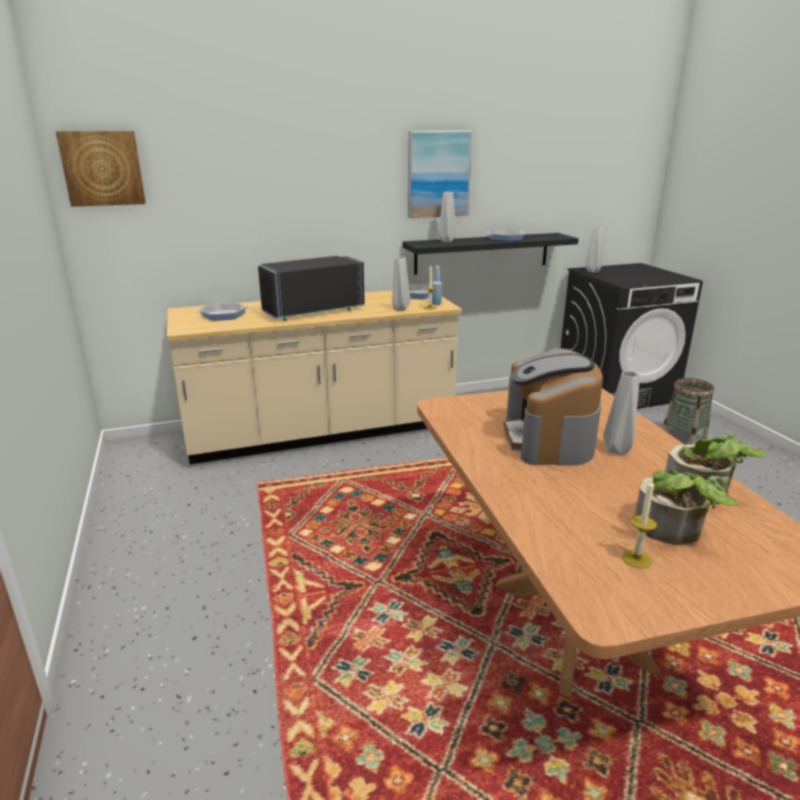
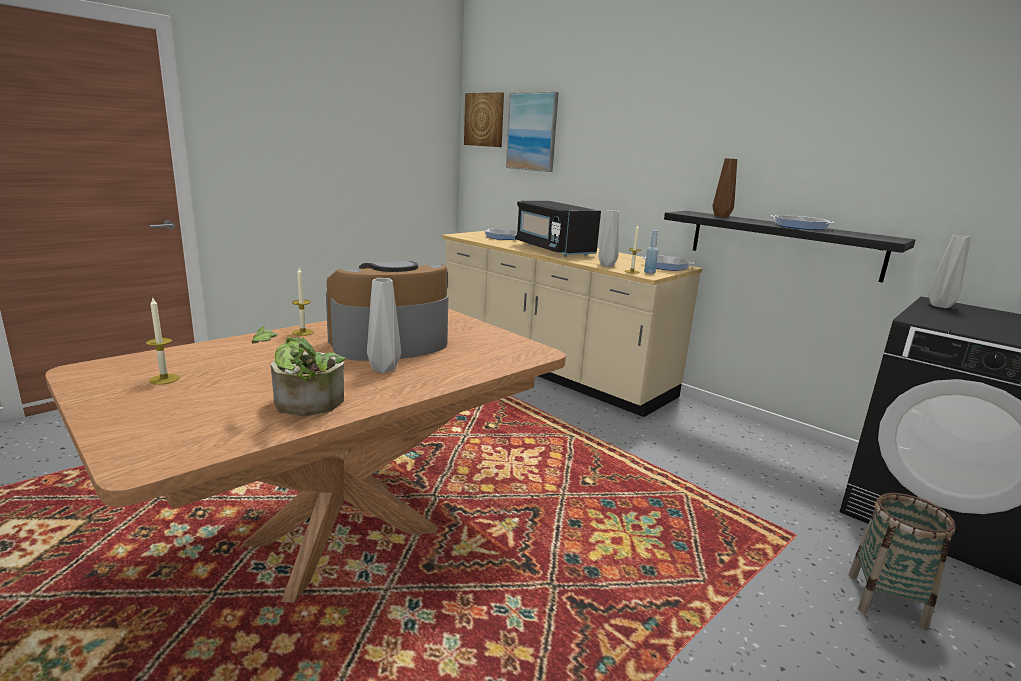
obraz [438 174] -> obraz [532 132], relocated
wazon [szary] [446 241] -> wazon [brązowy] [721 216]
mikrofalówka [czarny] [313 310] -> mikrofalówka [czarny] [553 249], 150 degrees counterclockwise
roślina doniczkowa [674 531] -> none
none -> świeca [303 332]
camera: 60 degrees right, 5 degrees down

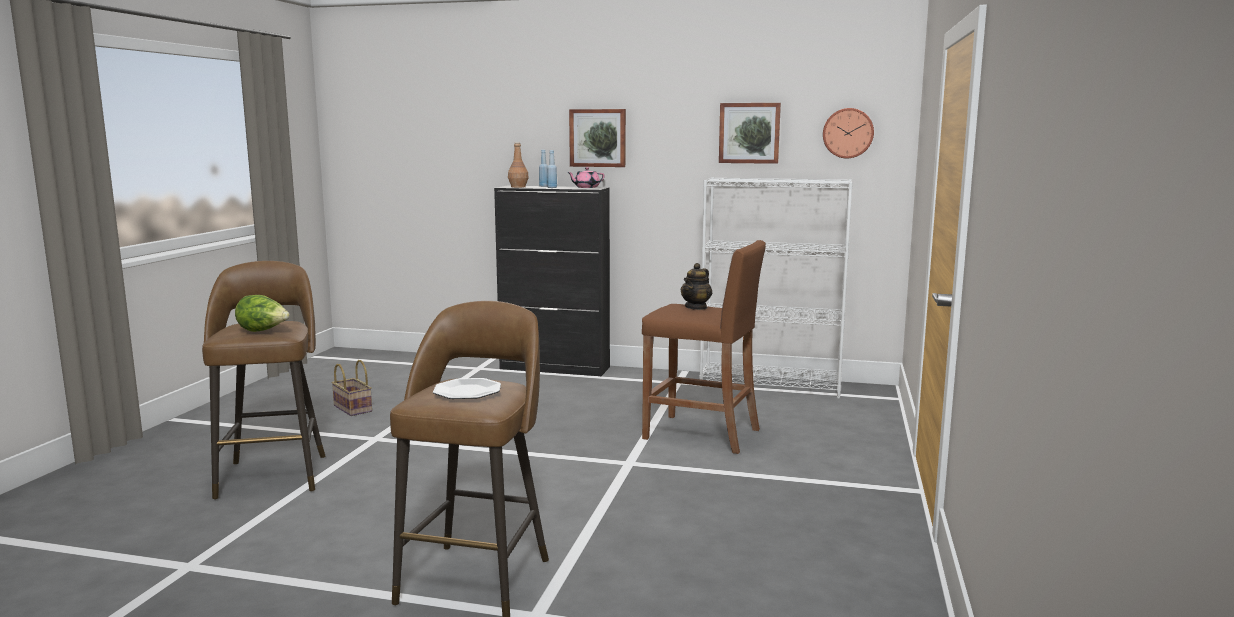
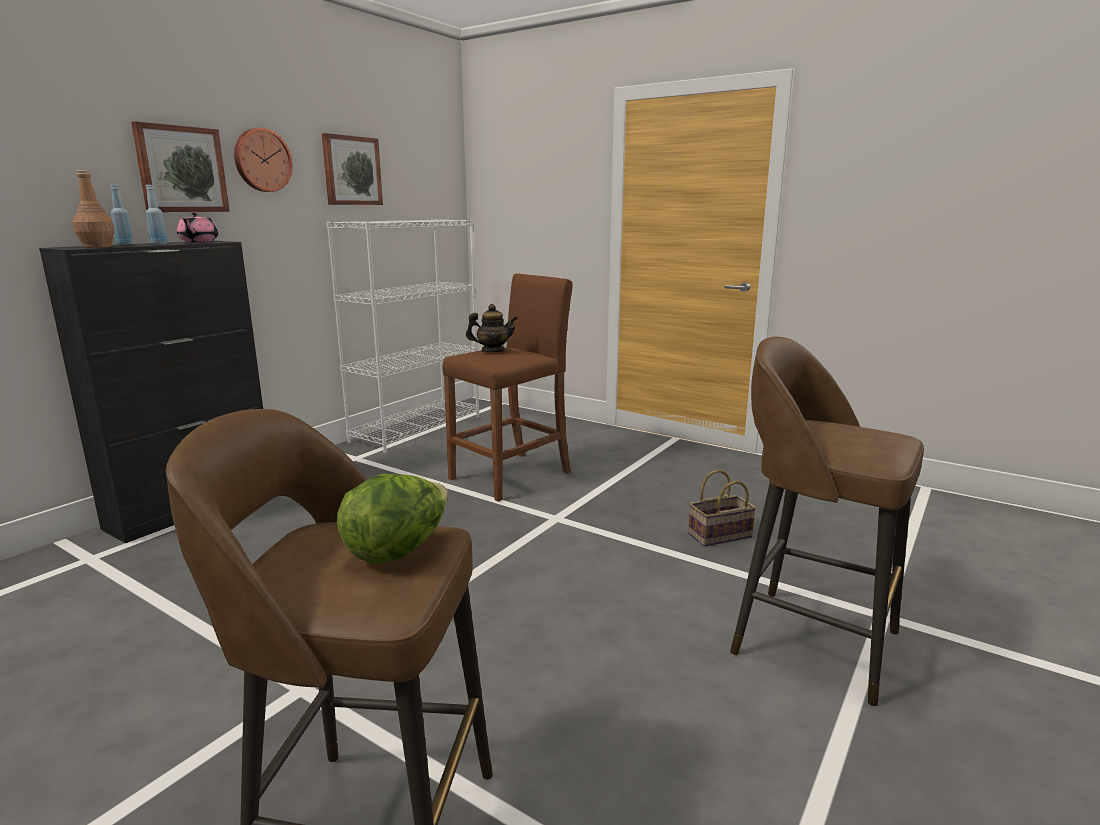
zegar ścienny [848 133] -> zegar ścienny [262 160], relocated
imbryk [696 307] -> imbryk [492 351], 60 degrees counterclockwise
koszyk [351 408] -> koszyk [719 536], relocated
talerz [467 391] -> none
camera: 70 degrees left, 5 degrees up

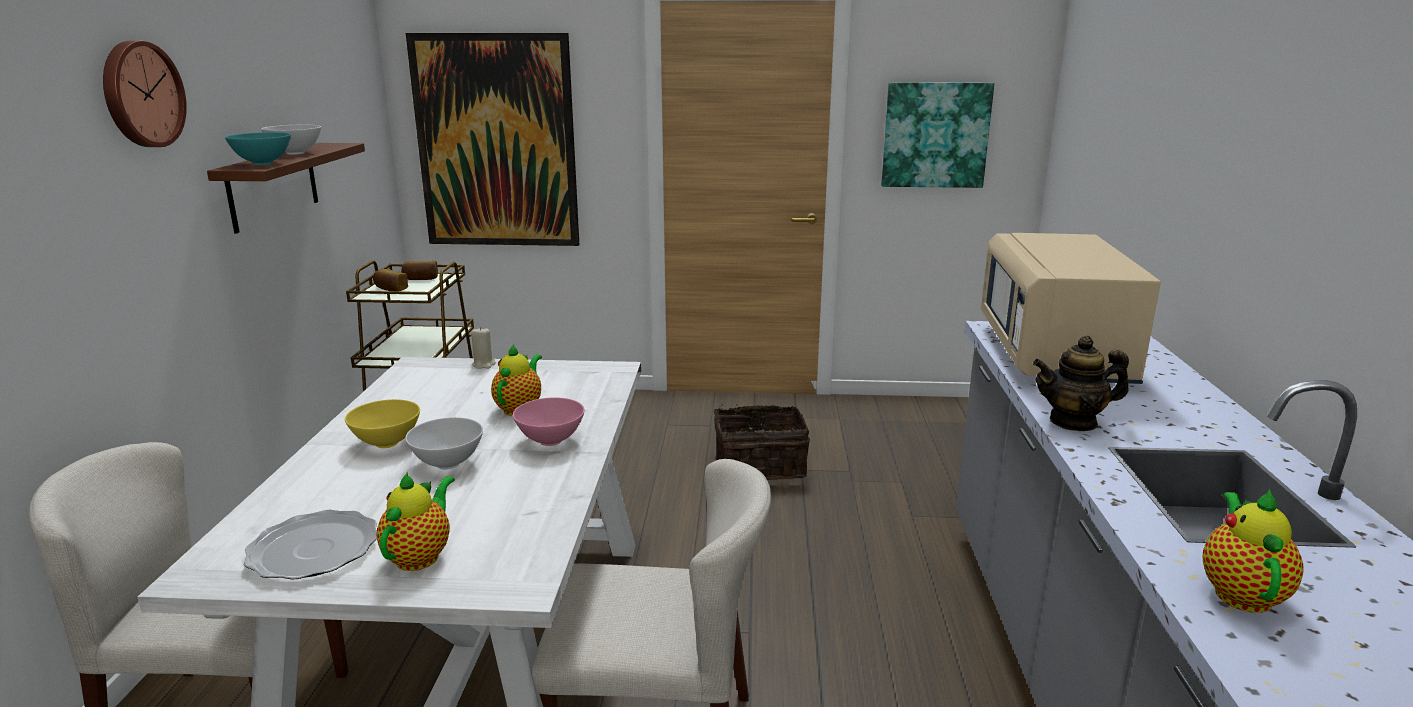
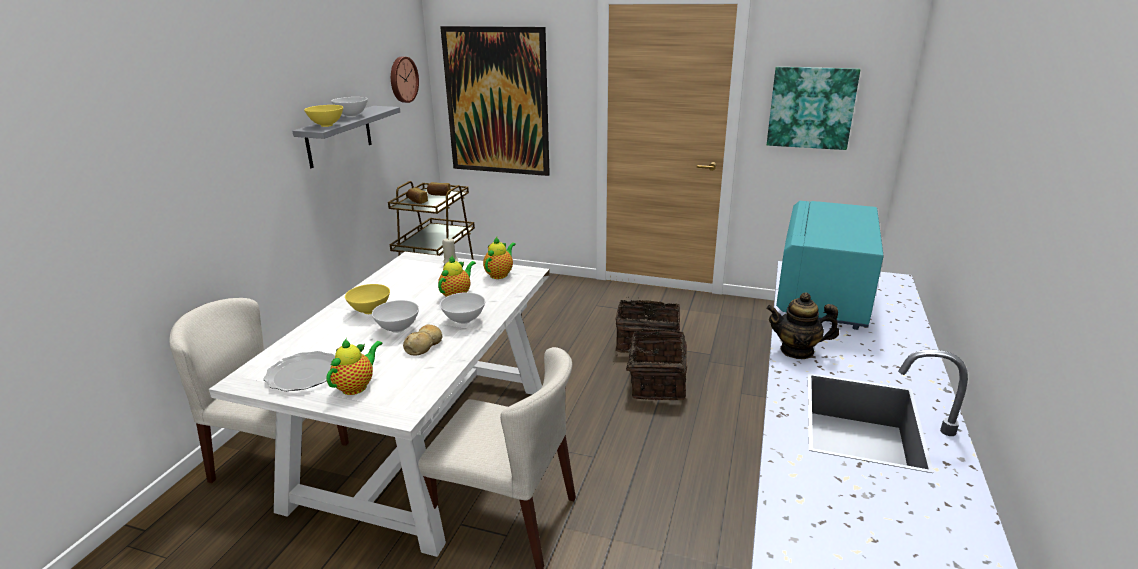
zegar ścienny [140 94] -> zegar ścienny [402 79], relocated
miska [turkusowy] [263 163] -> miska [żółty] [326 125]
półka [brązowy] [273 186] -> półka [szary] [339 136]
mikrofalówka [beżowy] [1054 356] -> mikrofalówka [turkusowy] [823 296]
miska [różowy] [550 441] -> miska [biały] [464 321]
imbryk [1240 592] -> imbryk [500 274], relocated
none -> chleb [424 345]
none -> koszyk [656 382]
camera: 15 degrees right, 5 degrees up

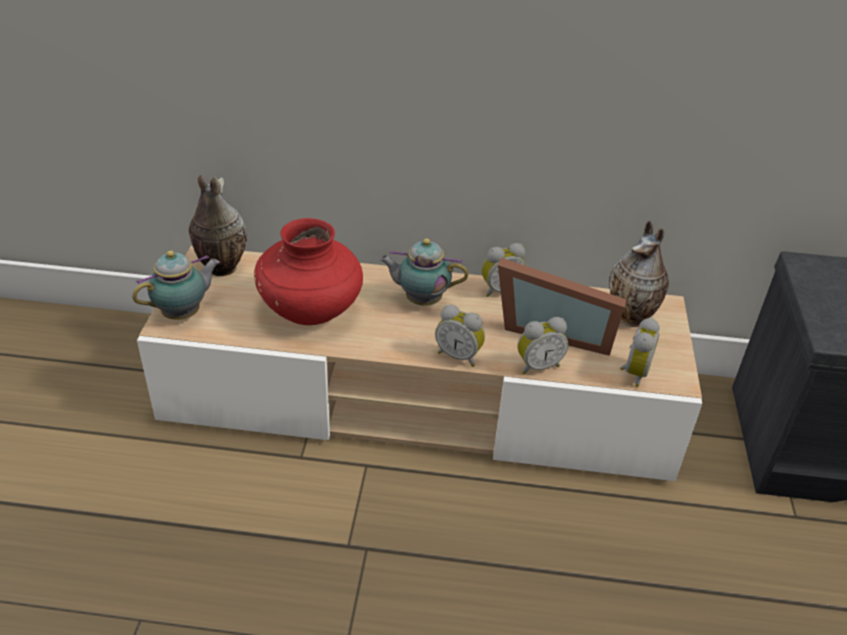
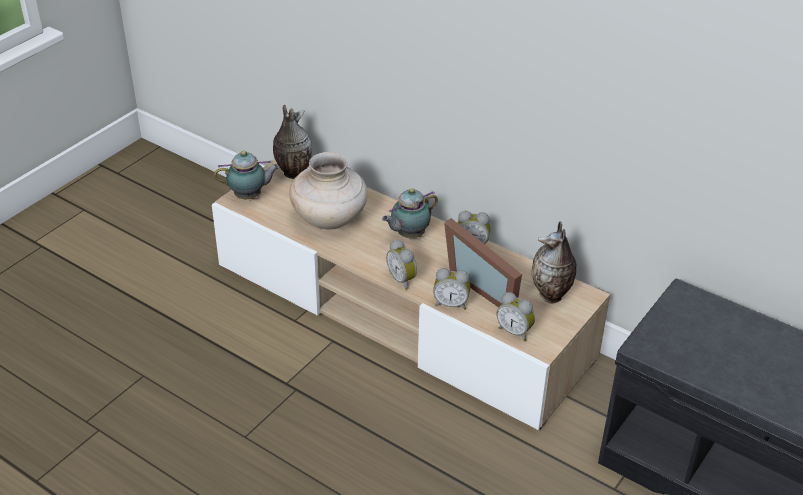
wazon [czerwony] [312 311] -> wazon [beżowy] [330 220]
imbryk [421 300] -> imbryk [409 235], 75 degrees counterclockwise
budzik [633 373] -> budzik [515 331], 75 degrees clockwise
camera: 30 degrees right, 0 degrees up

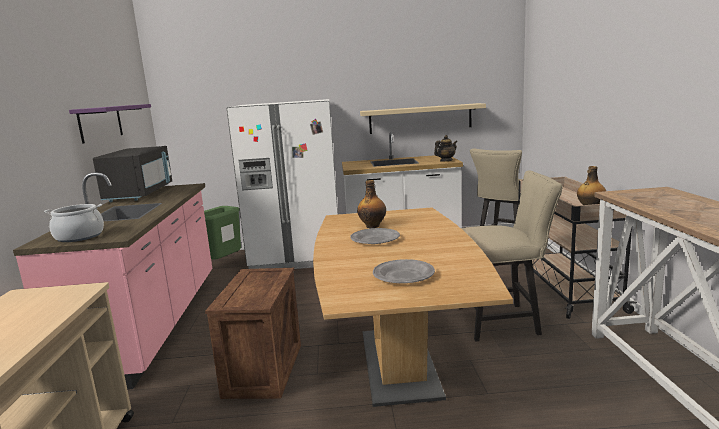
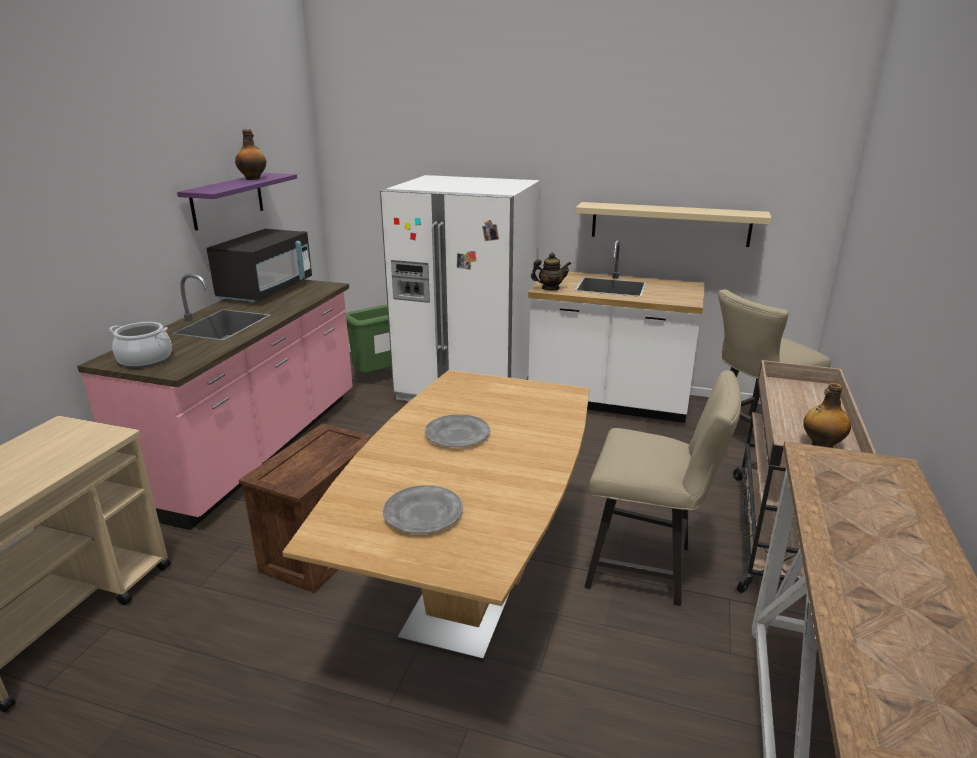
imbryk [446 161] -> imbryk [550 288], relocated
butelka [373 226] -> butelka [253 179], relocated
camera: 20 degrees right, 10 degrees up

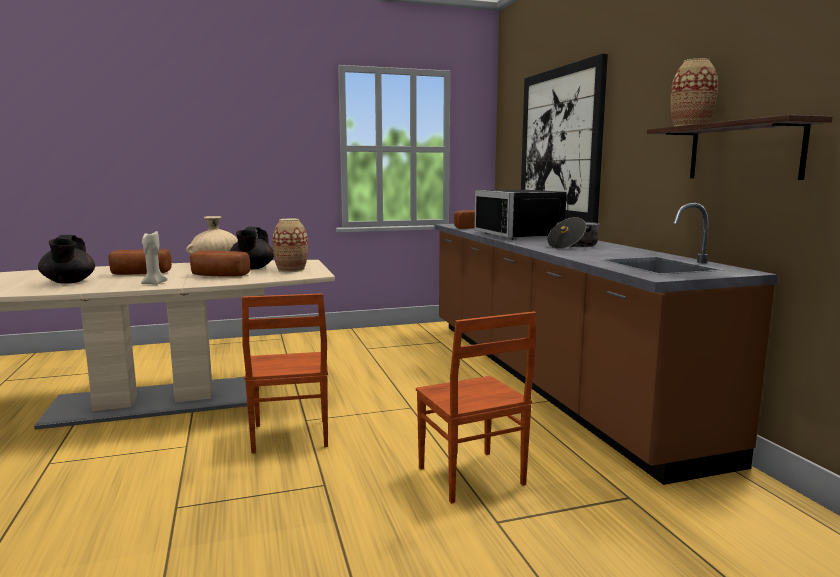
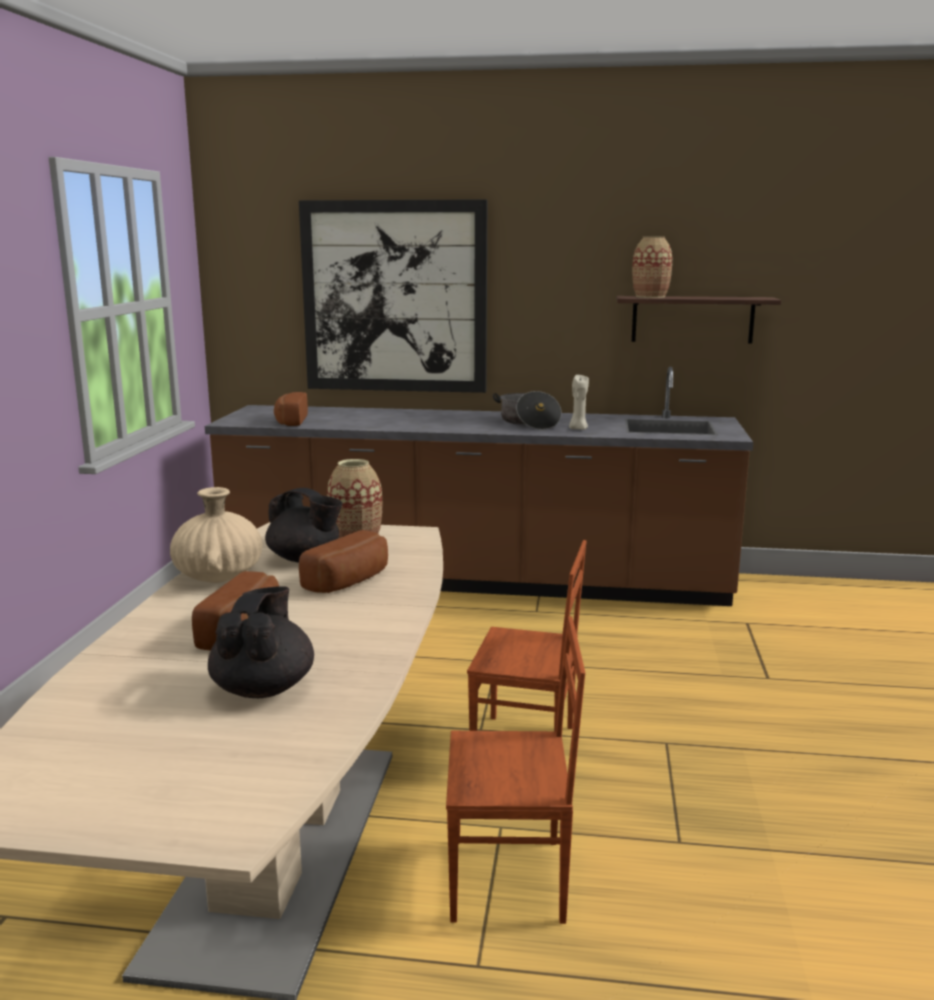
mikrofalówka [czarny] [523 235] -> none
świeca [beżowy] [153 283] -> świeca [beżowy] [578 429], relocated
imbryk [czarny] [68 282] -> imbryk [czarny] [264 688], 90 degrees counterclockwise
krzesło [brązowy] [470 477] -> krzesło [brązowy] [509 881], relocated
camera: 65 degrees left, 5 degrees up

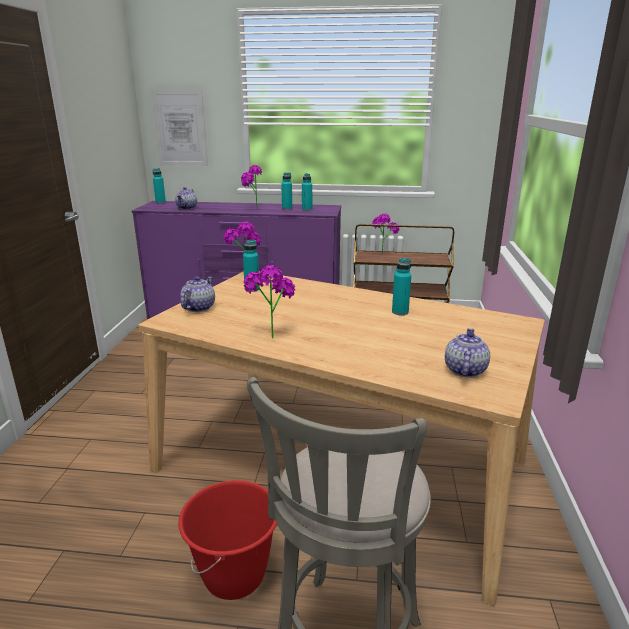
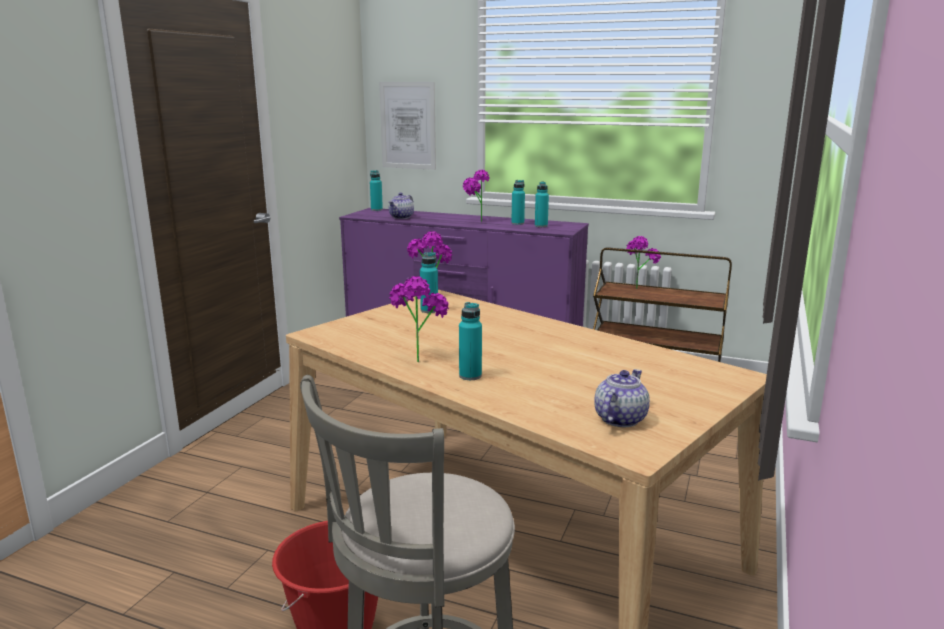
butelka [turkusowy] [400 312] -> butelka [turkusowy] [470 376], relocated
imbryk [198 307] -> none
camera: 15 degrees right, 5 degrees down

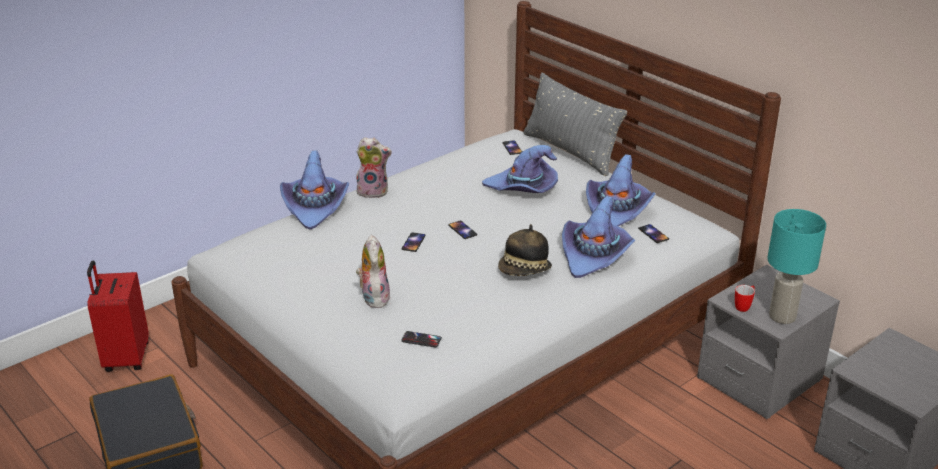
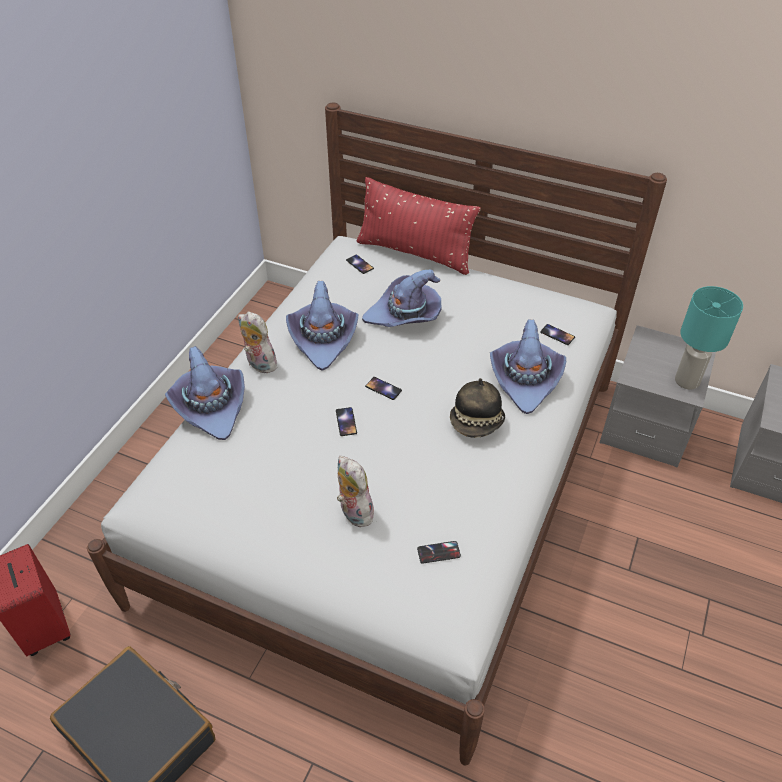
poduszka [szary] [570 152] -> poduszka [czerwony] [415 253]
pluszak [373 191] -> pluszak [259 364], 120 degrees counterclockwise
kapelusz [fioletowy] [617 210] -> kapelusz [fioletowy] [323 338], relocated
kubek [744 306] -> none
camera: 25 degrees left, 15 degrees up

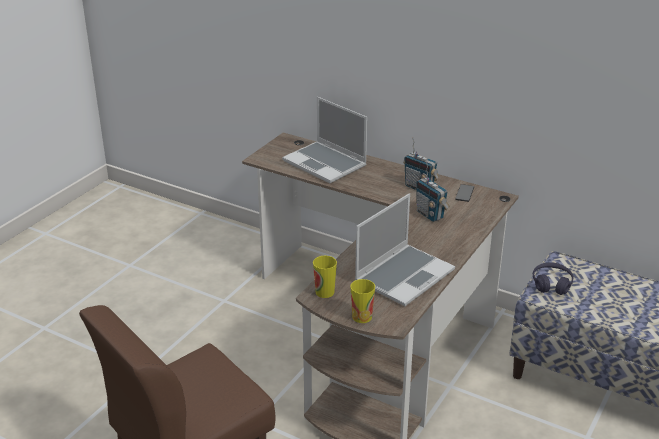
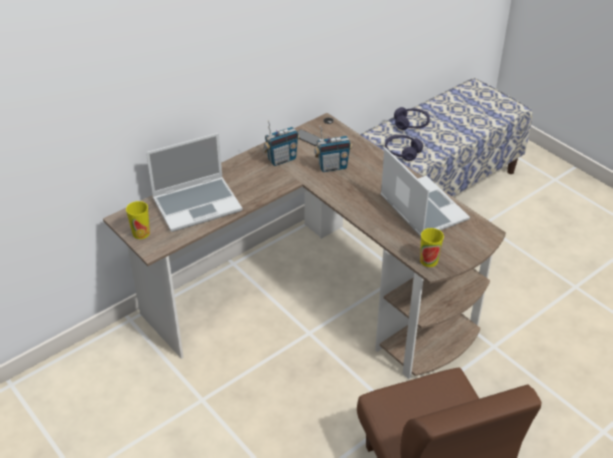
filiżanka [362 317] -> filiżanka [141 233], relocated
none -> słuchawki [fioletowy] [411 124]
camera: 70 degrees left, 10 degrees up

